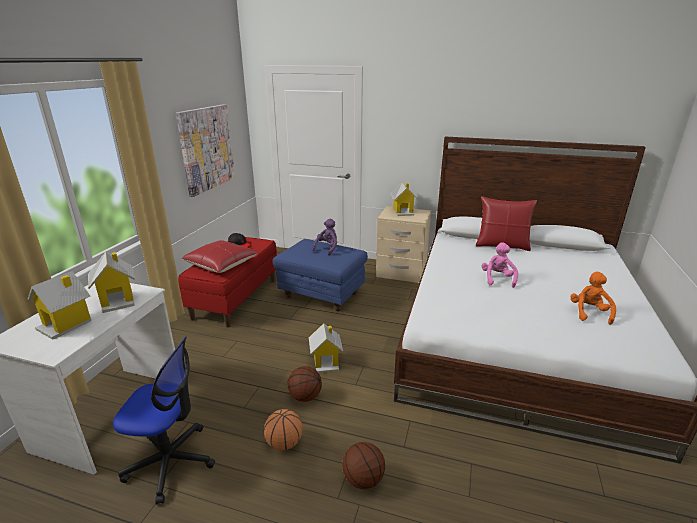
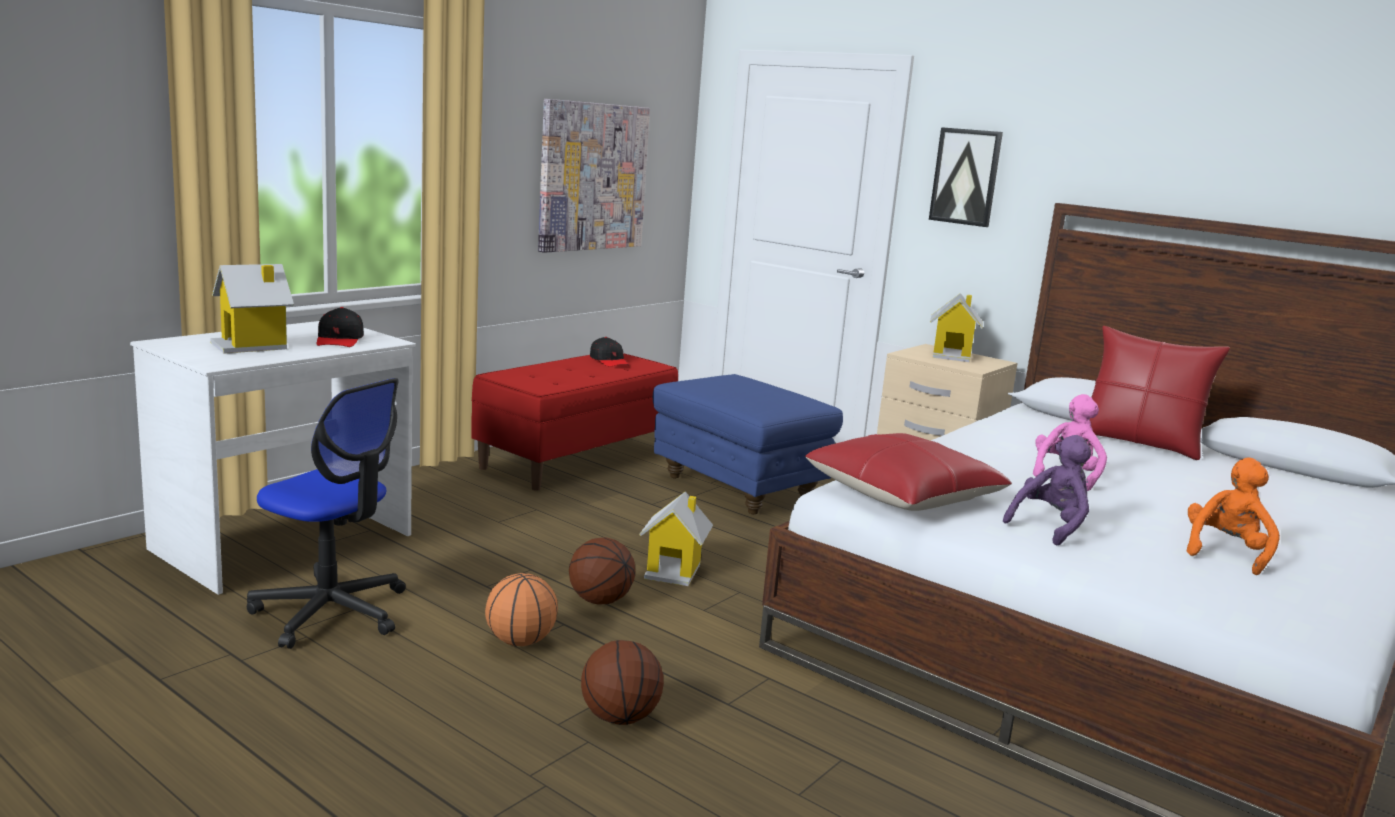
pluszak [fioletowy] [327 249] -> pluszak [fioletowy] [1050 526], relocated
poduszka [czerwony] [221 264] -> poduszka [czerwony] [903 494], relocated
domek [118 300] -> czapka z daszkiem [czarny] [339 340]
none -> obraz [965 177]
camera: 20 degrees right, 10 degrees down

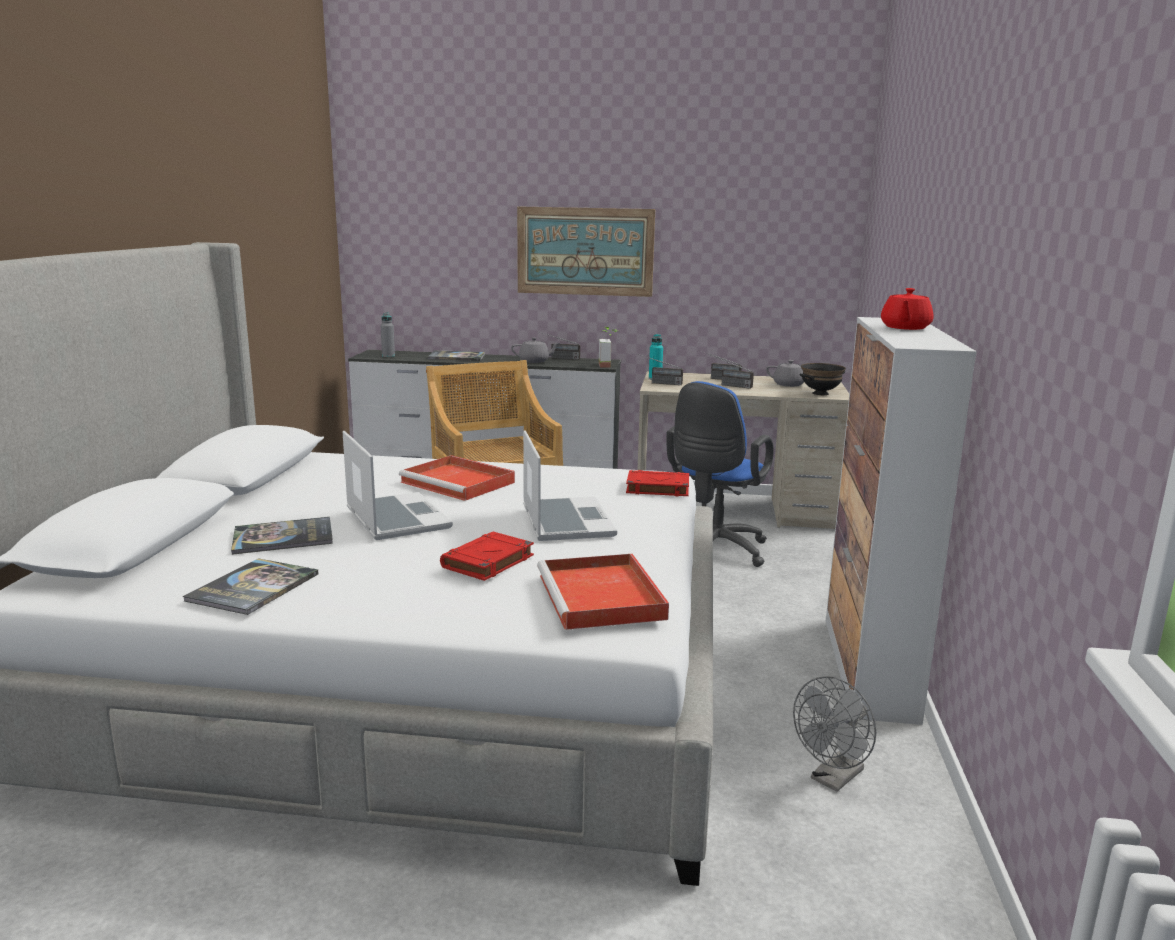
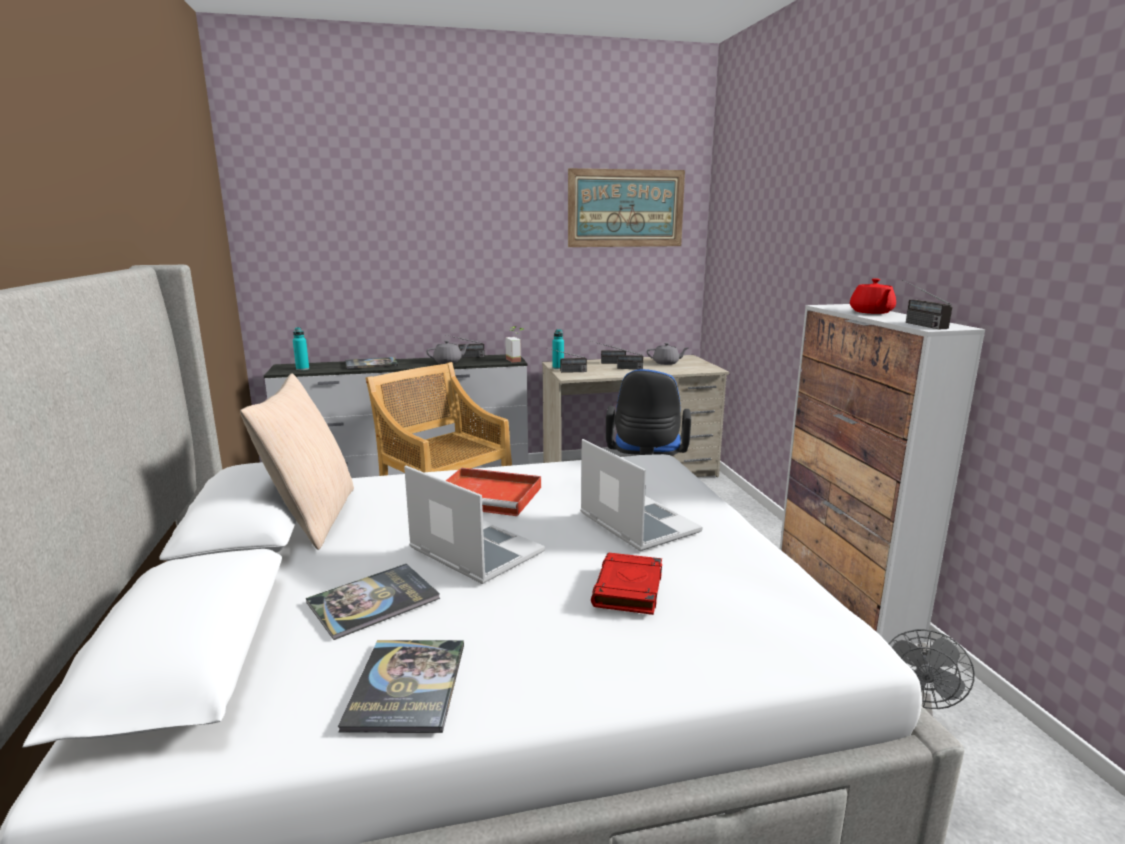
obraz [585 251] -> obraz [626 208], relocated
butelka [szary] [388 356] -> butelka [turkusowy] [302 369]
miska [czarny] [820 393] -> none
książka [czerwony] [657 488] -> none
taca [czerwony] [602 598] -> none
none -> radio [916 324]
none -> poduszka [beżowy] [313 517]
camera: 20 degrees left, 0 degrees up

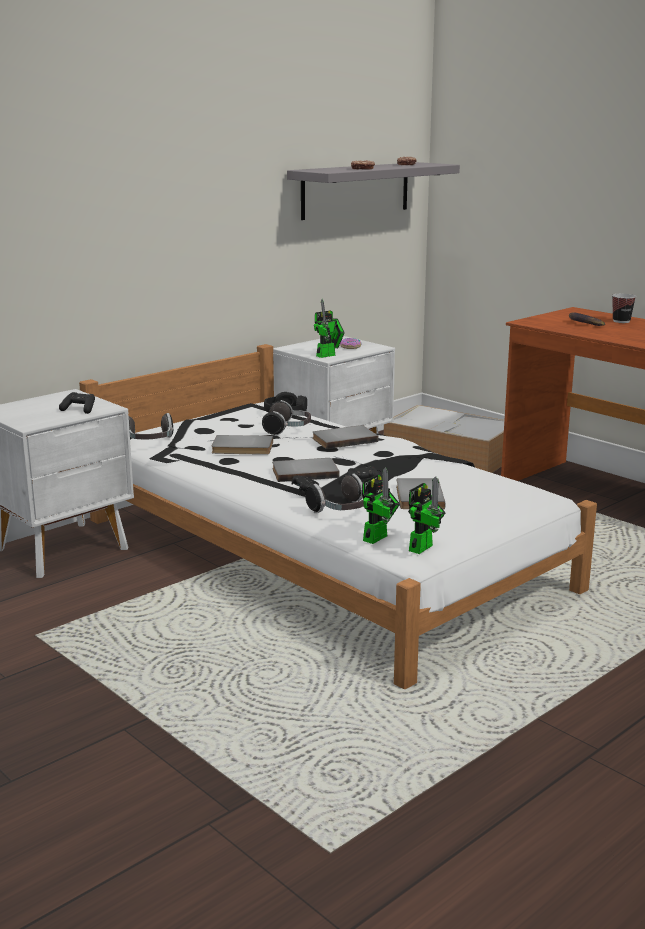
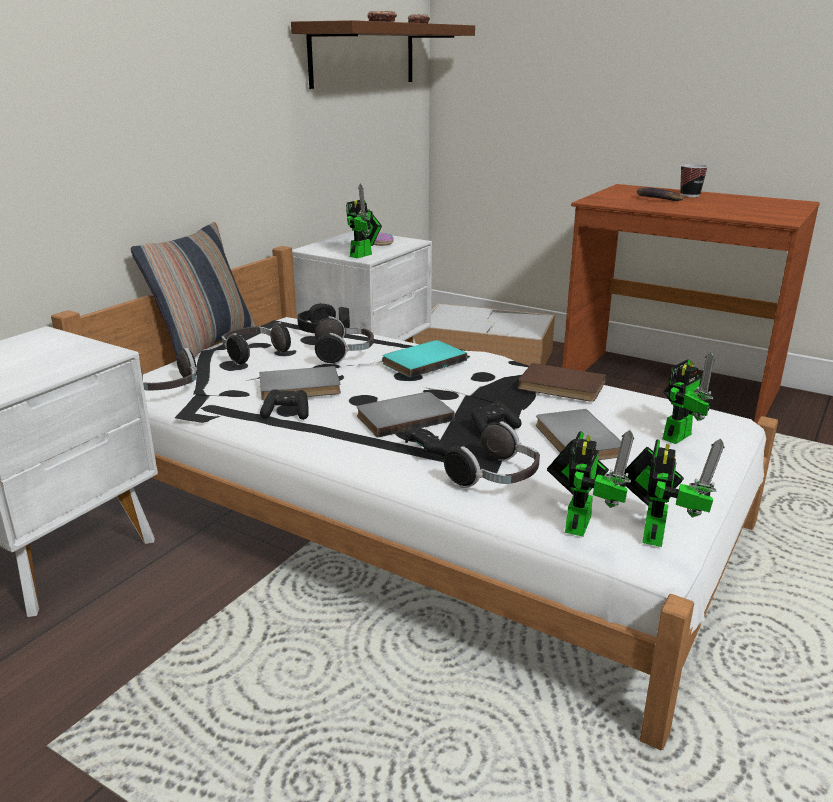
półka [szary] [355 190] -> półka [brązowy] [363 55]
pad do gier [czarny] [79 410] -> pad do gier [czarny] [287 413], relocated
książka [szary] [343 439] -> książka [turkusowy] [422 361]
none -> poduszka [205 344]
none -> słuchawki [253 354]
none -> robot zabawkowy [679 435]
none -> książka [brązowy] [560 387]
camera: 15 degrees left, 5 degrees up

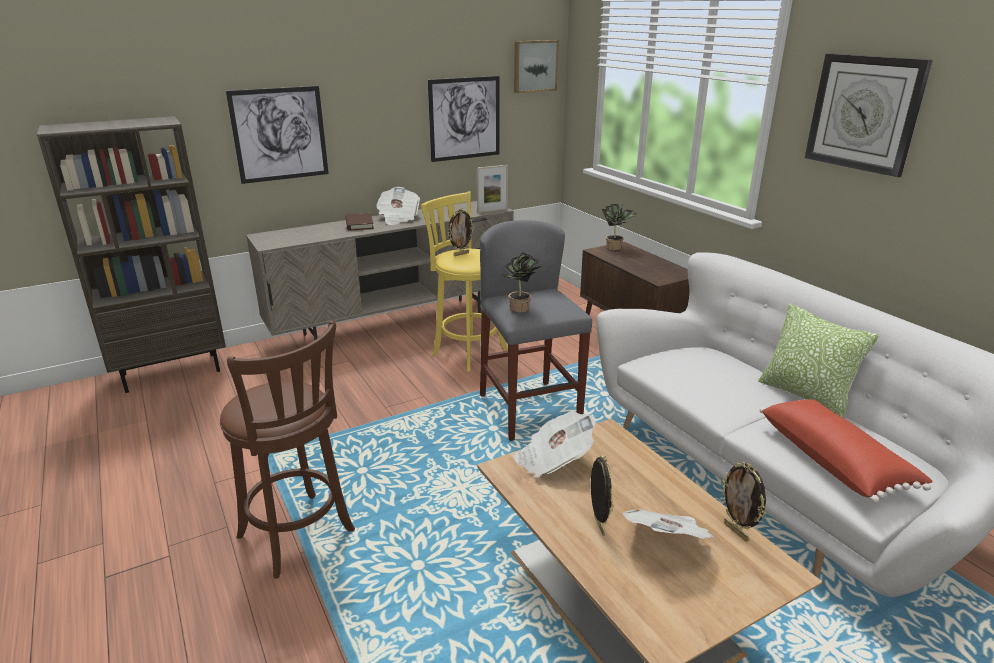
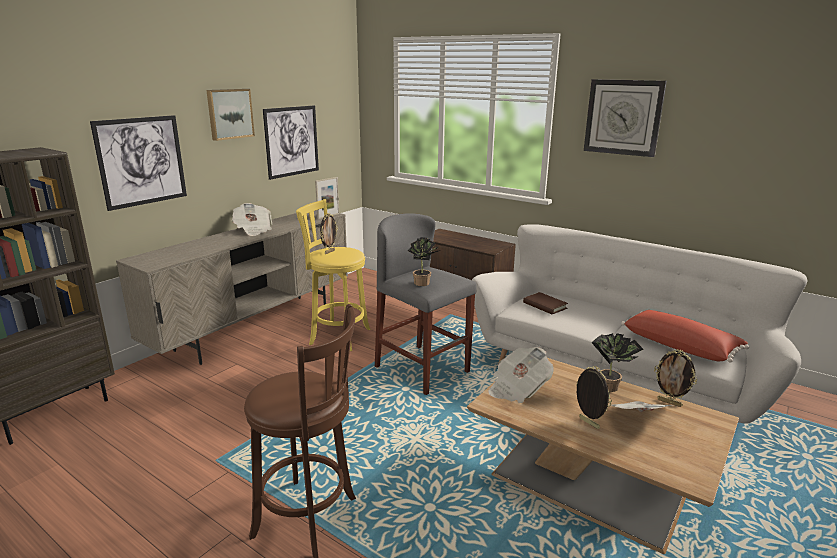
obraz [534 66] -> obraz [229 114], relocated
roślina doniczkowa [616 248] -> roślina doniczkowa [610 386], relocated
książka [brązowy] [359 224] -> książka [brązowy] [544 305], relocated
poduszka [805 396] -> none
camera: 25 degrees left, 5 degrees down

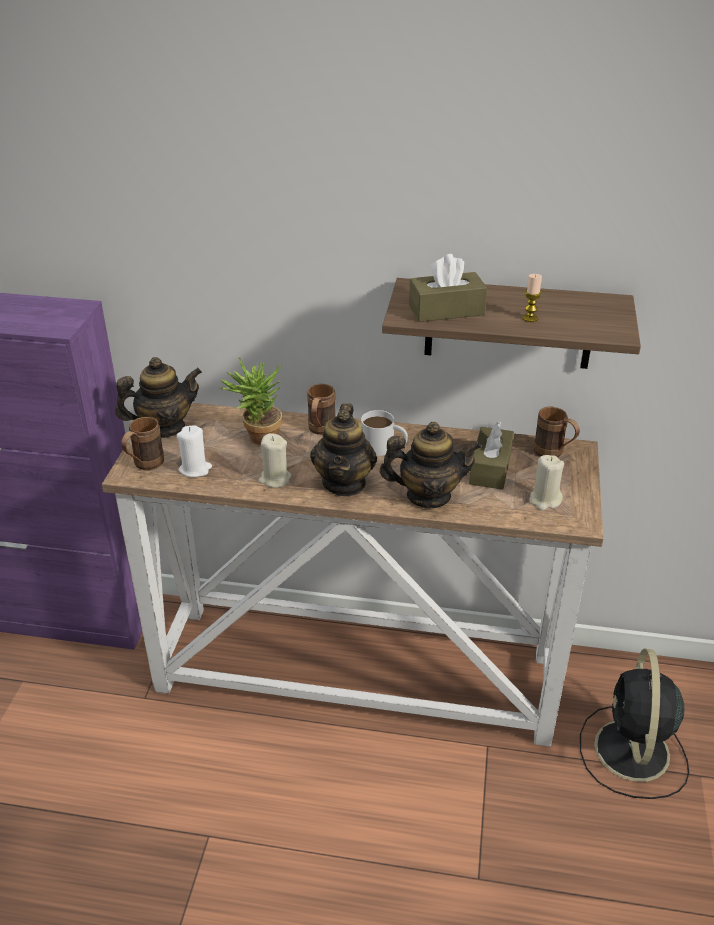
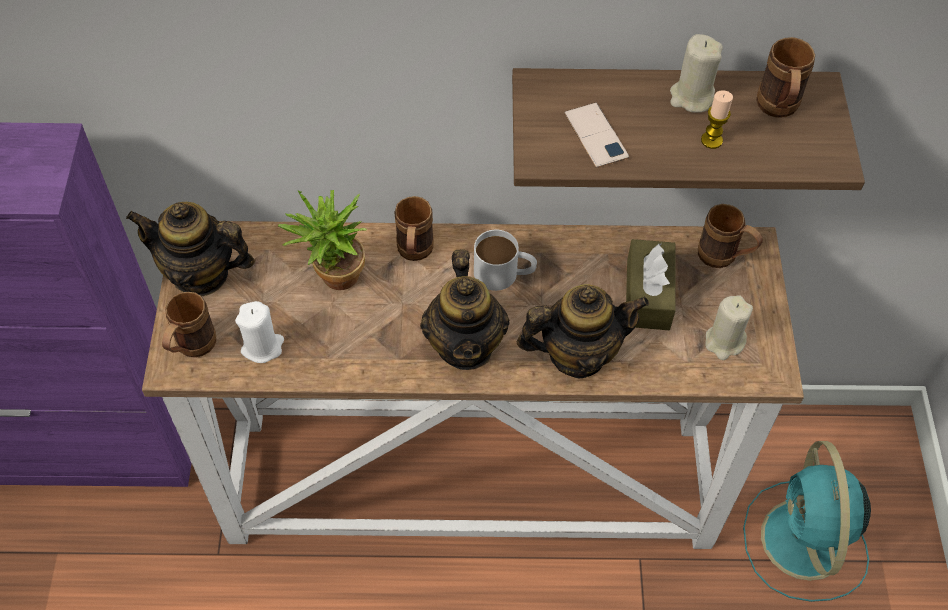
pudełko chusteczek [brązowy] [446 310] -> telefon [596 135]
imbryk [164 427] -> imbryk [201 274], 135 degrees counterclockwise
świeca [beżowy] [275 479] -> świeca [beżowy] [692 97], relocated
wentylator [czarny] [632 753] -> wentylator [turkusowy] [804 543]
none -> kubek [brązowy] [777 110]
camera: 10 degrees left, 20 degrees up

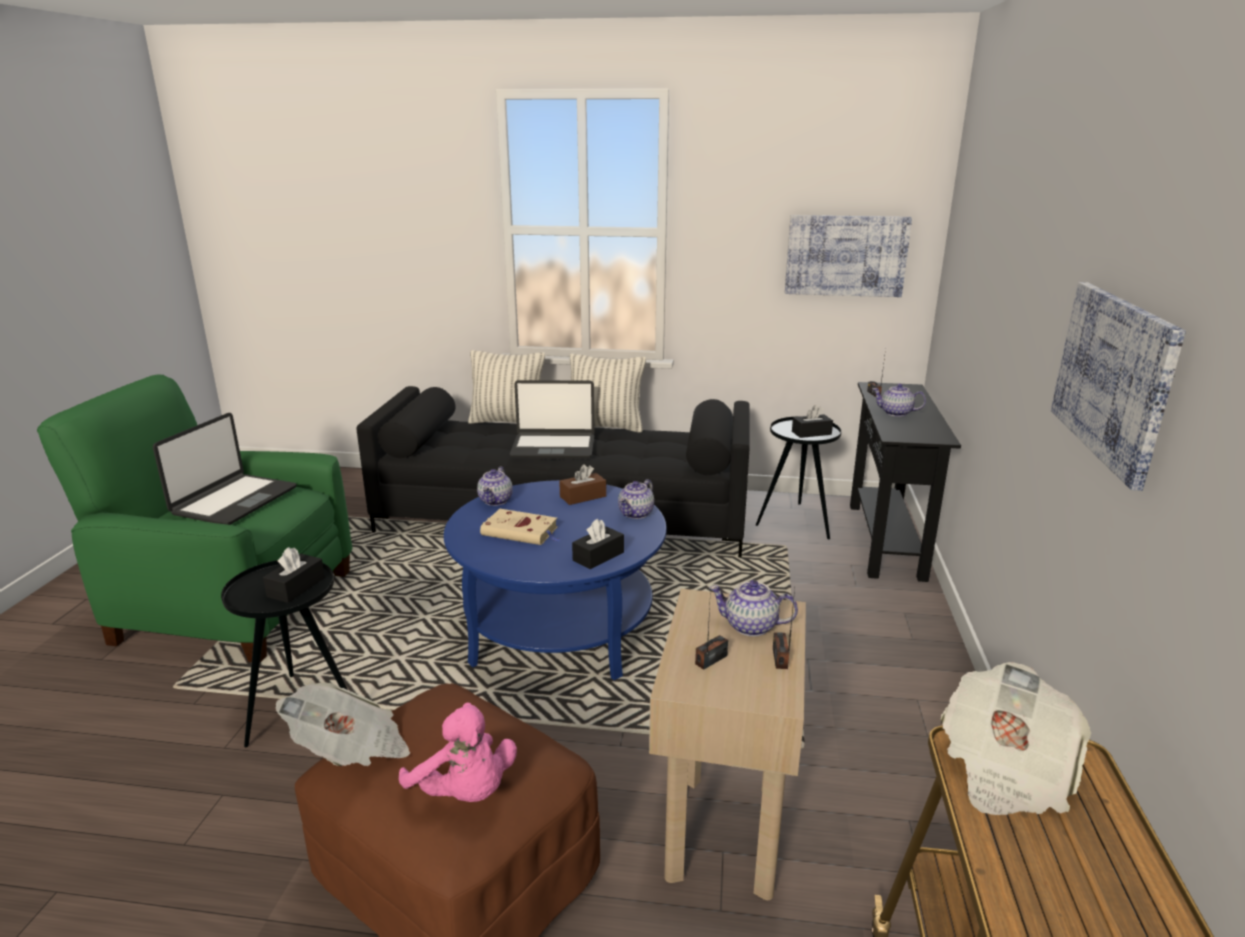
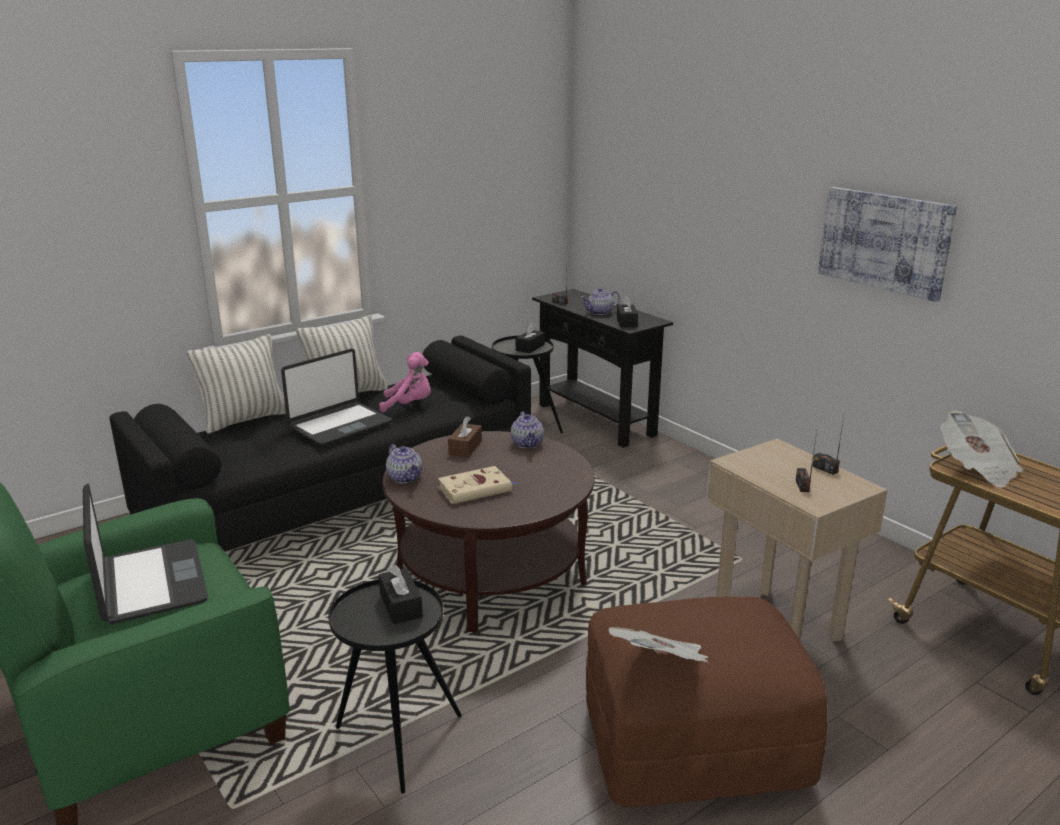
obraz [846 255] -> none
ława [niebieski] [560 629] -> ława [brązowy] [491 574]
pudełko chusteczek [czarny] [598 556] -> pudełko chusteczek [czarny] [626 322], relocated
imbryk [750 626] -> none
pluszak [różowy] [464 793] -> pluszak [różowy] [409 405], relocated
camera: 45 degrees left, 0 degrees up

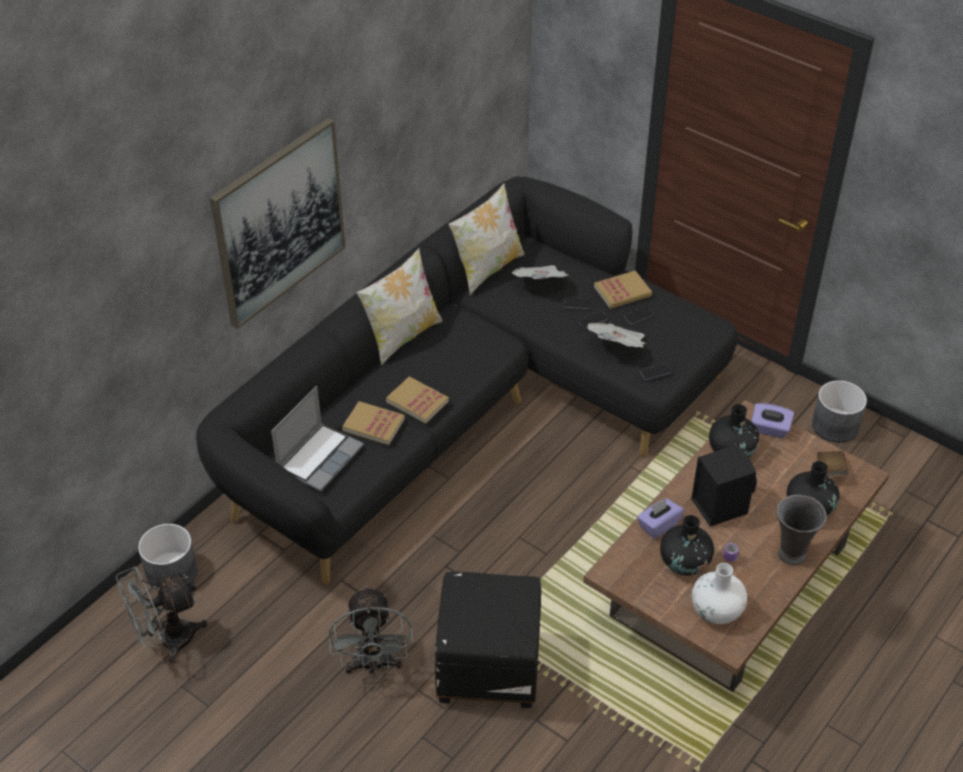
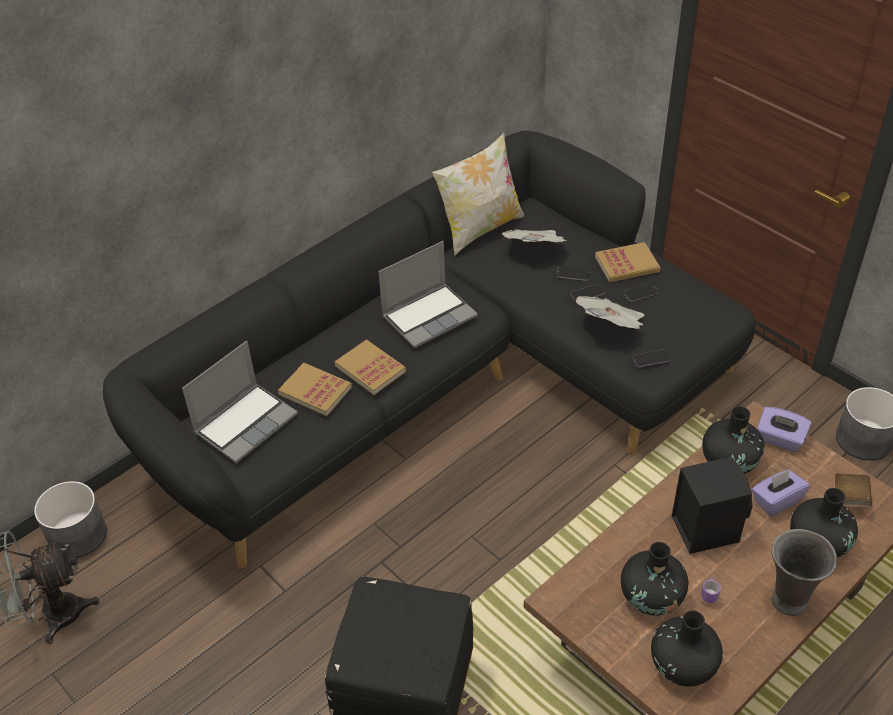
obraz [279 222] -> none
poduszka [402 336] -> none
pudełko chusteczek [fioletowy] [658 525] -> pudełko chusteczek [fioletowy] [776 501], relocated
wazon [biały] [716 611] -> wazon [czarny] [682 666]
wentylator [szary] [373 665] -> none
none -> laptop [429 316]
camera: 10 degrees right, 0 degrees up

